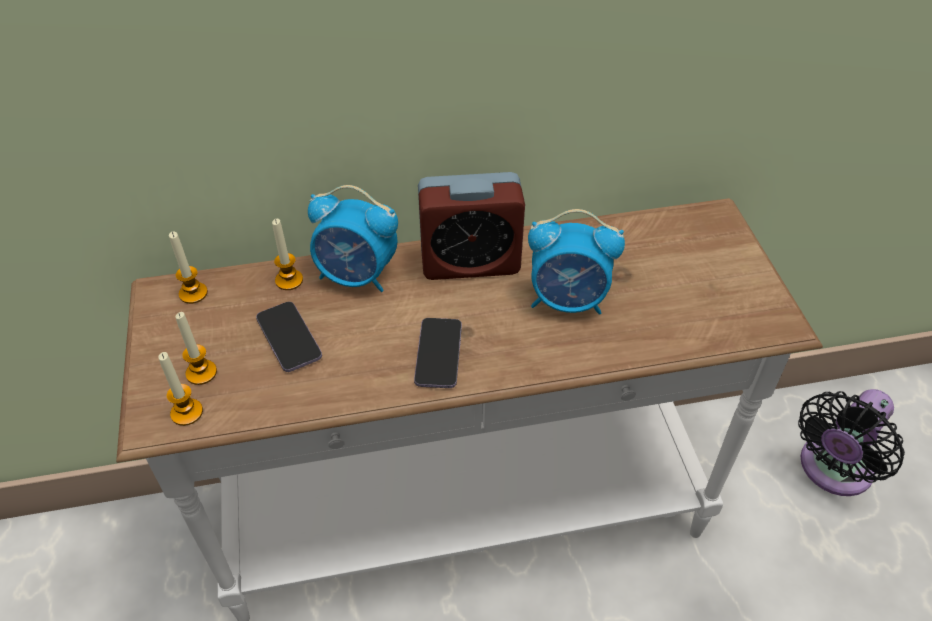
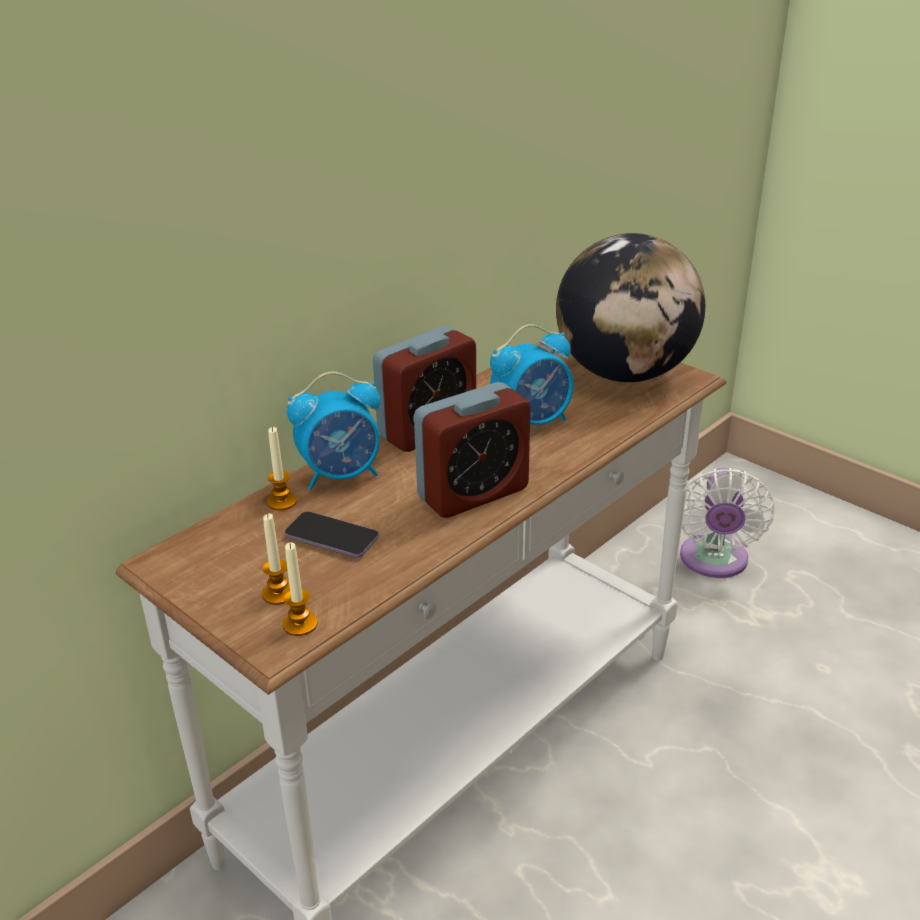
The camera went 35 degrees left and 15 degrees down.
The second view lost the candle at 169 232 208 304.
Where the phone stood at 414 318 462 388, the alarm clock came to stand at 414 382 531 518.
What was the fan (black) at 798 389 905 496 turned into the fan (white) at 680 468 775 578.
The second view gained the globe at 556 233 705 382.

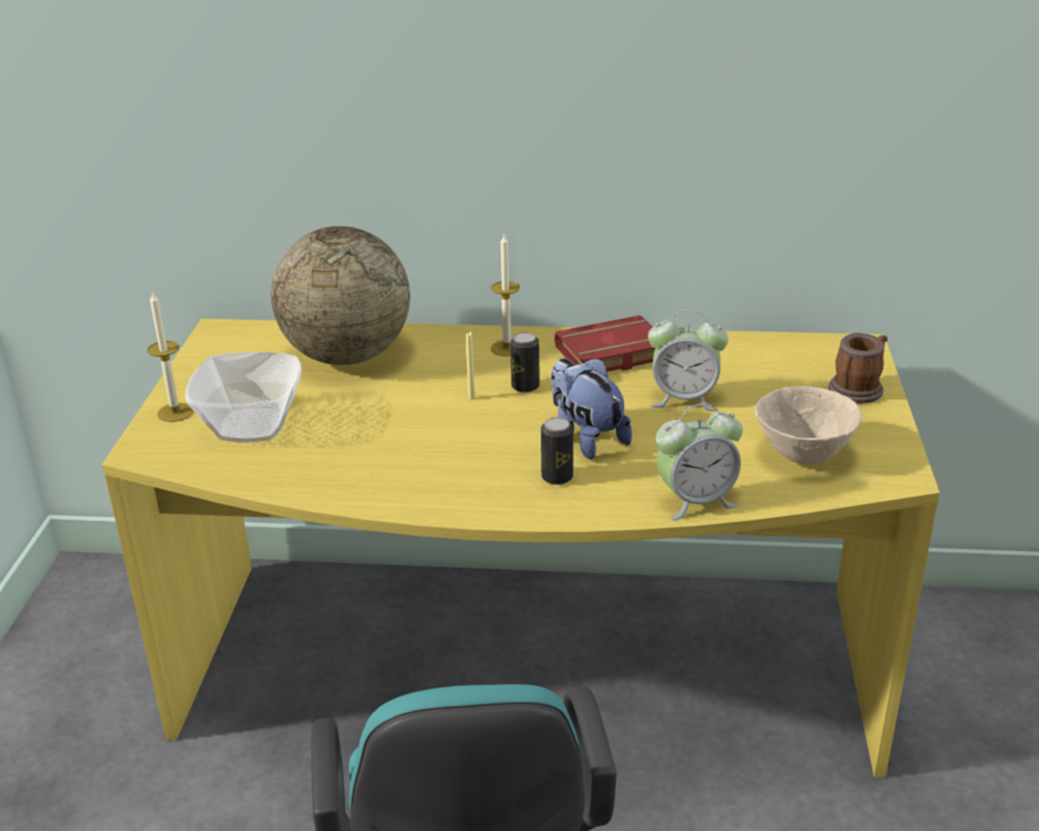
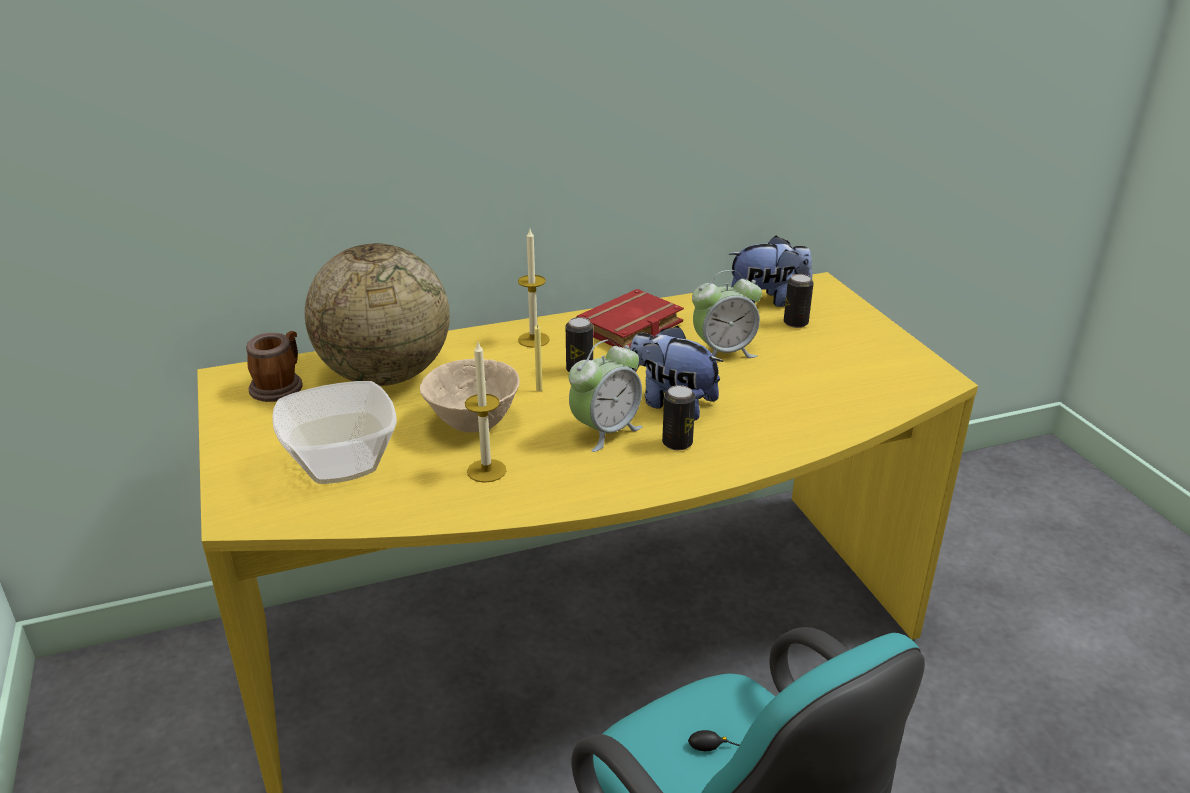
The camera went 25 degrees left and 0 degrees up.
The candle ended up elsewhere, having gone from 147 291 193 422 to 465 342 506 483.
The mug ended up elsewhere, having gone from 828 333 888 403 to 246 331 303 402.
The bowl (beige) ended up elsewhere, having gone from 755 386 862 464 to 420 359 520 433.
The alarm clock ended up elsewhere, having gone from 656 403 743 520 to 569 340 643 452.
The second view gained the plush toy at 729 236 812 307.
The second view gained the can at 783 274 814 328.

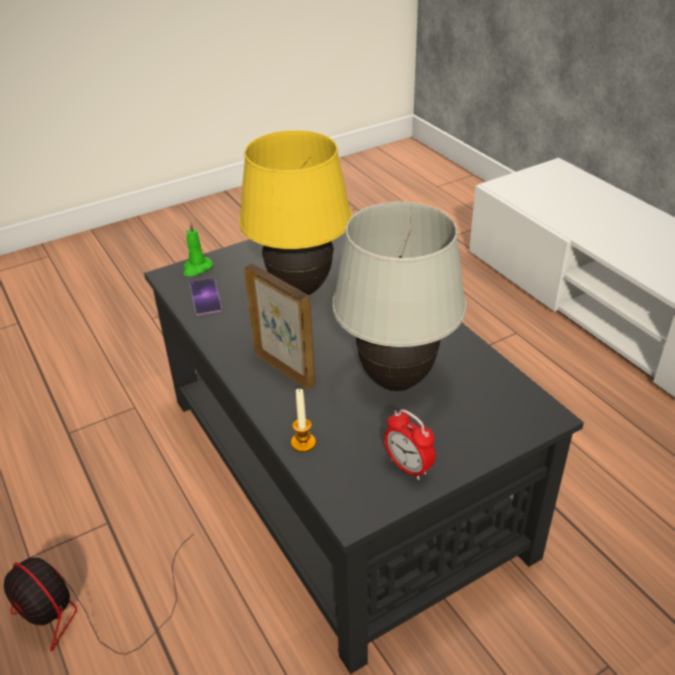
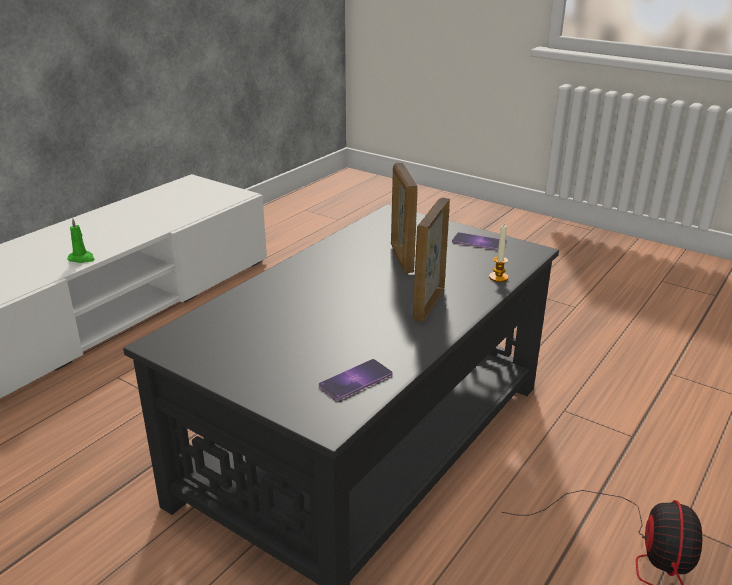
The camera went 115 degrees left and 10 degrees down.
The second view lost the table lamp (yellow) at 239 130 352 295.
Where the table lamp (white) stood at 332 201 466 391, the picture frame came to stand at 391 163 418 273.
The candle (green) ended up elsewhere, having gone from 183 221 213 276 to 68 218 95 263.
Where the alarm clock stood at 384 409 436 480, the phone came to stand at 452 232 507 250.

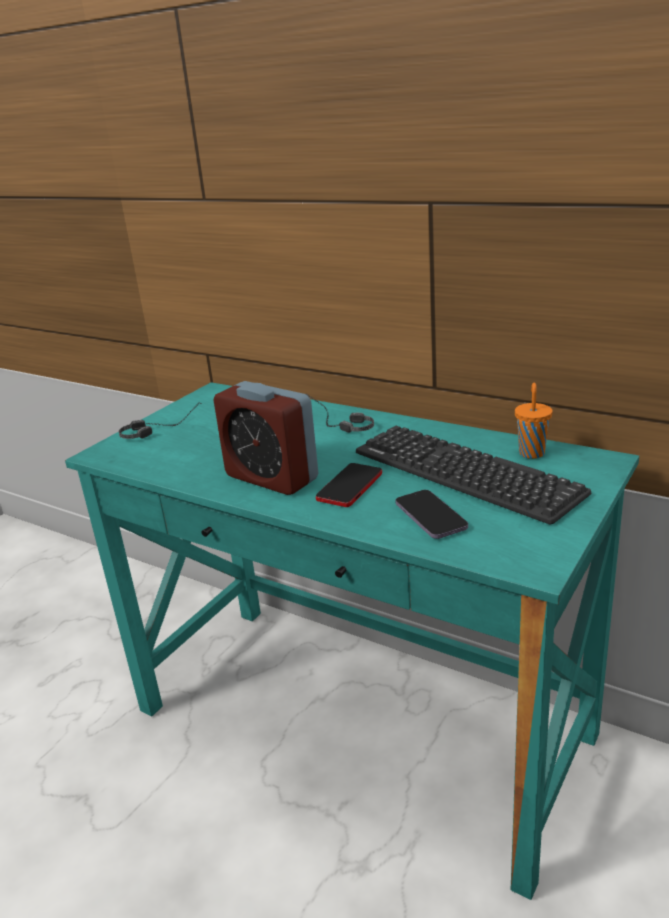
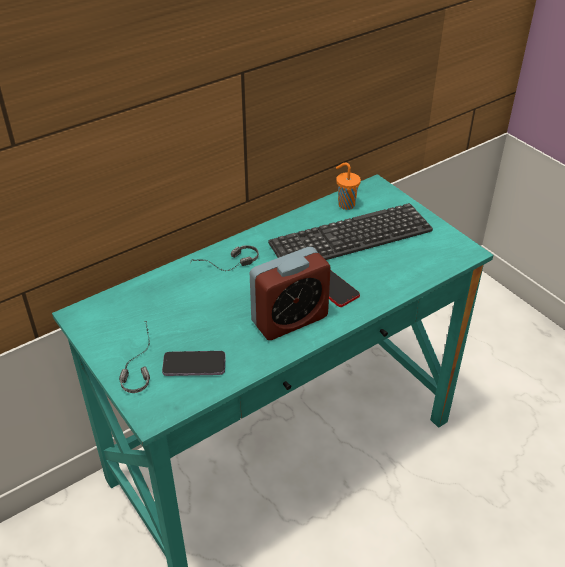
The camera went 70 degrees left and 15 degrees up.
The phone ended up elsewhere, having gone from 396 490 468 539 to 162 351 226 376.

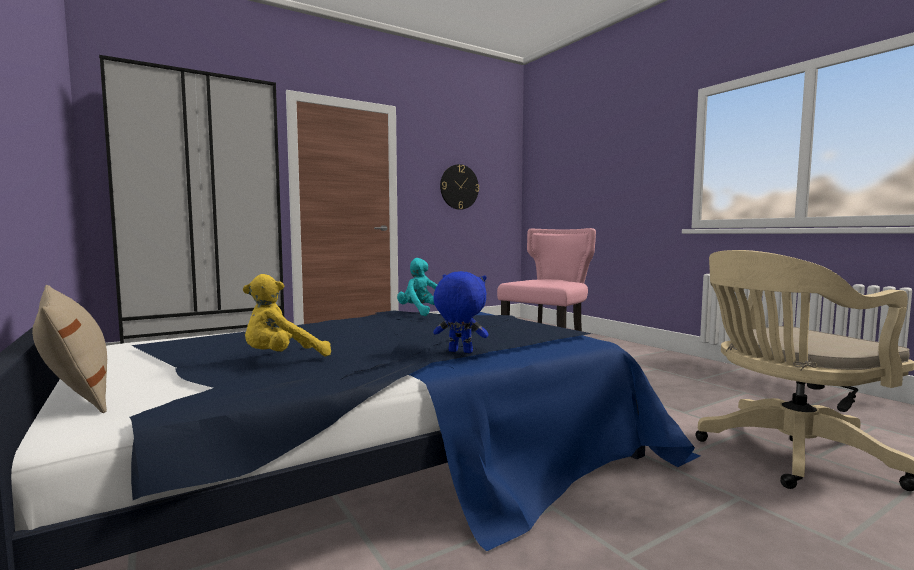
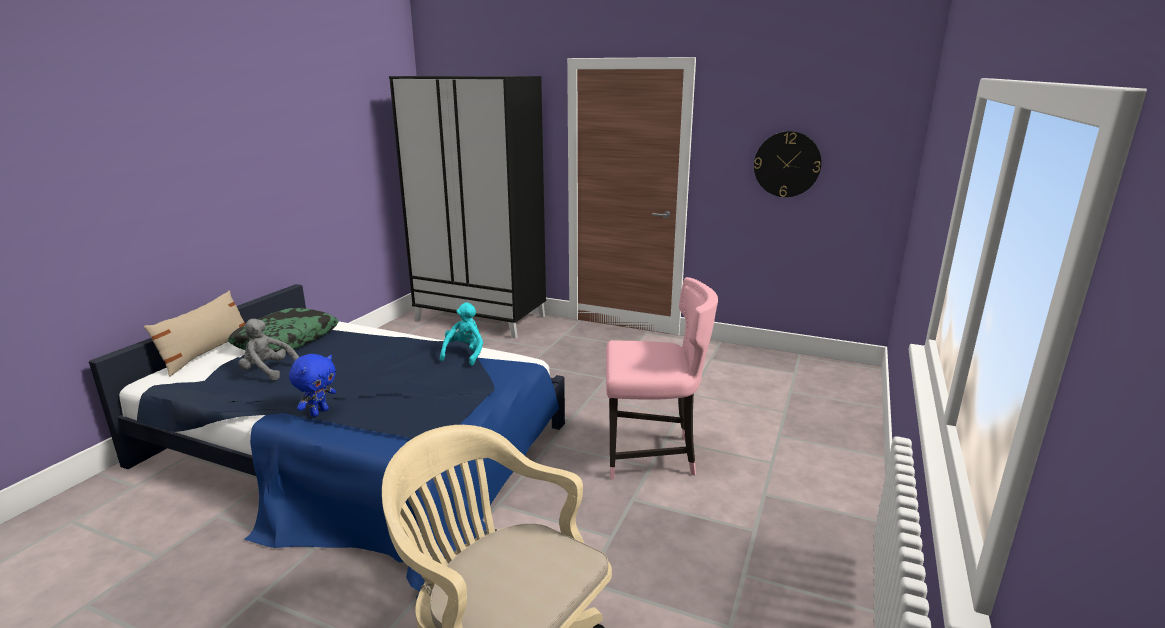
The camera went 55 degrees right and 15 degrees up.
The plush toy (blue) at 433 271 489 353 ended up facing another way, 45 degrees clockwise from before.
What was the plush toy (yellow) at 243 274 331 356 turned into the plush toy (grey) at 239 319 299 380.
The second view gained the pillow at 227 308 339 353.

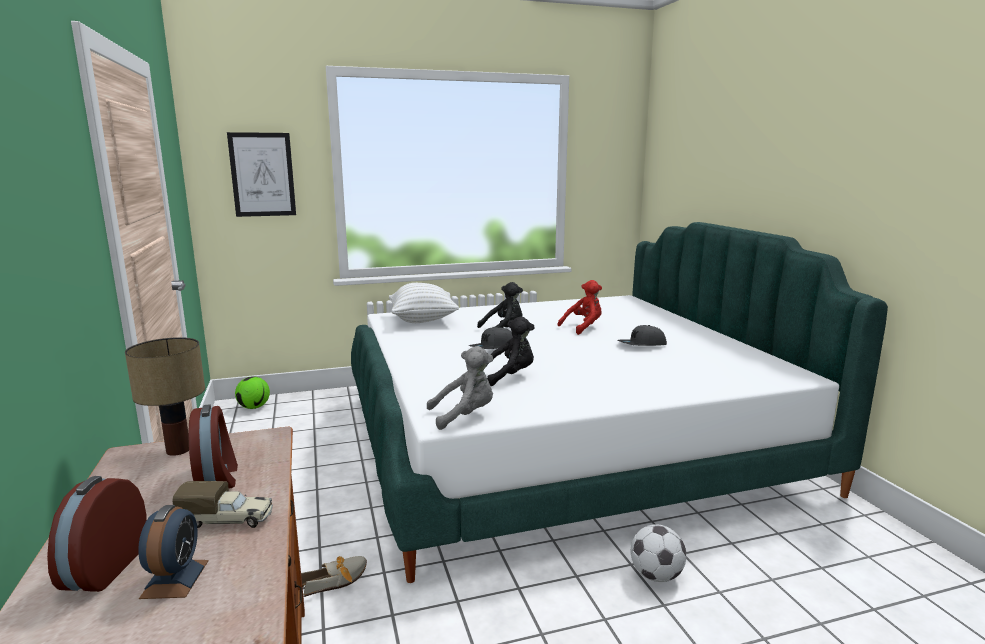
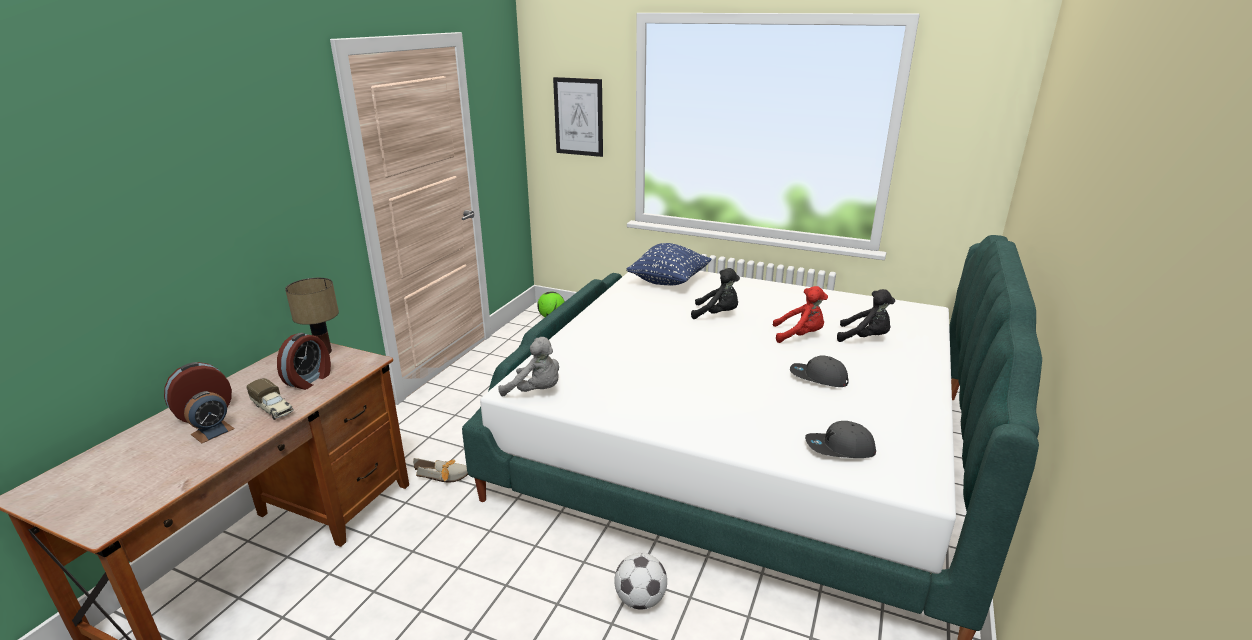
The camera went 40 degrees right and 10 degrees up.
What was the pillow (white) at 389 283 459 323 turned into the pillow (blue) at 626 243 711 285.
The plush toy (black) ended up elsewhere, having gone from 487 316 535 386 to 837 289 895 342.
The cap (grey) ended up elsewhere, having gone from 469 327 513 349 to 805 421 876 458.

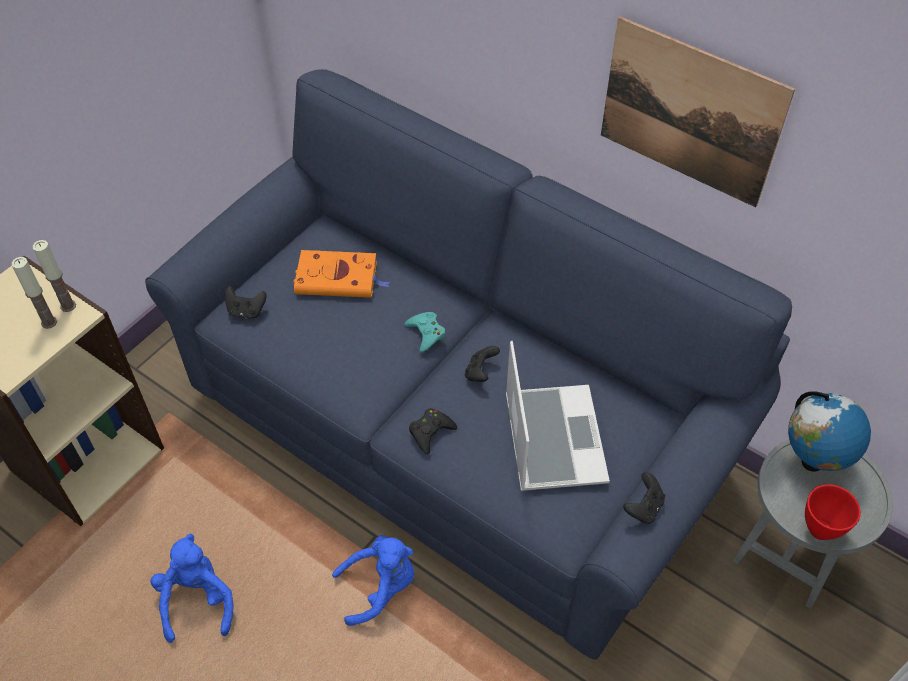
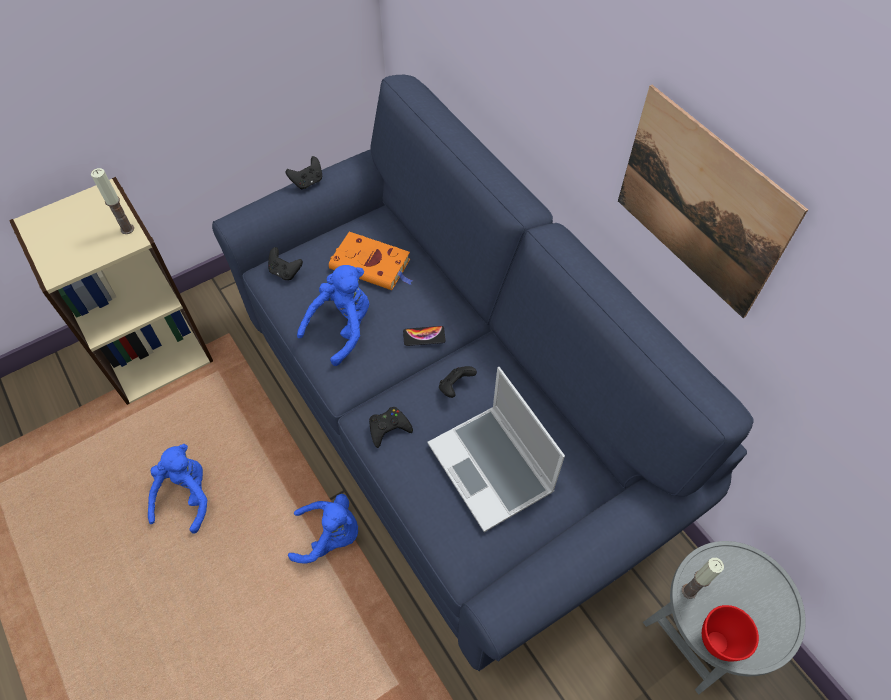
The camera went 20 degrees right and 5 degrees up.
The candle ended up elsewhere, having gone from 12 257 57 329 to 682 558 724 599.
Where the game controller (turquoise) stood at 404 312 446 352, the phone came to stand at 403 326 446 346.
The laptop at 506 341 610 491 ended up facing another way, 135 degrees clockwise from before.
The second view lost the globe at 788 391 871 472.
The game controller (black) ended up elsewhere, having gone from 623 472 665 524 to 286 156 322 190.
The second view gained the plush toy (blue) at 297 265 369 366.

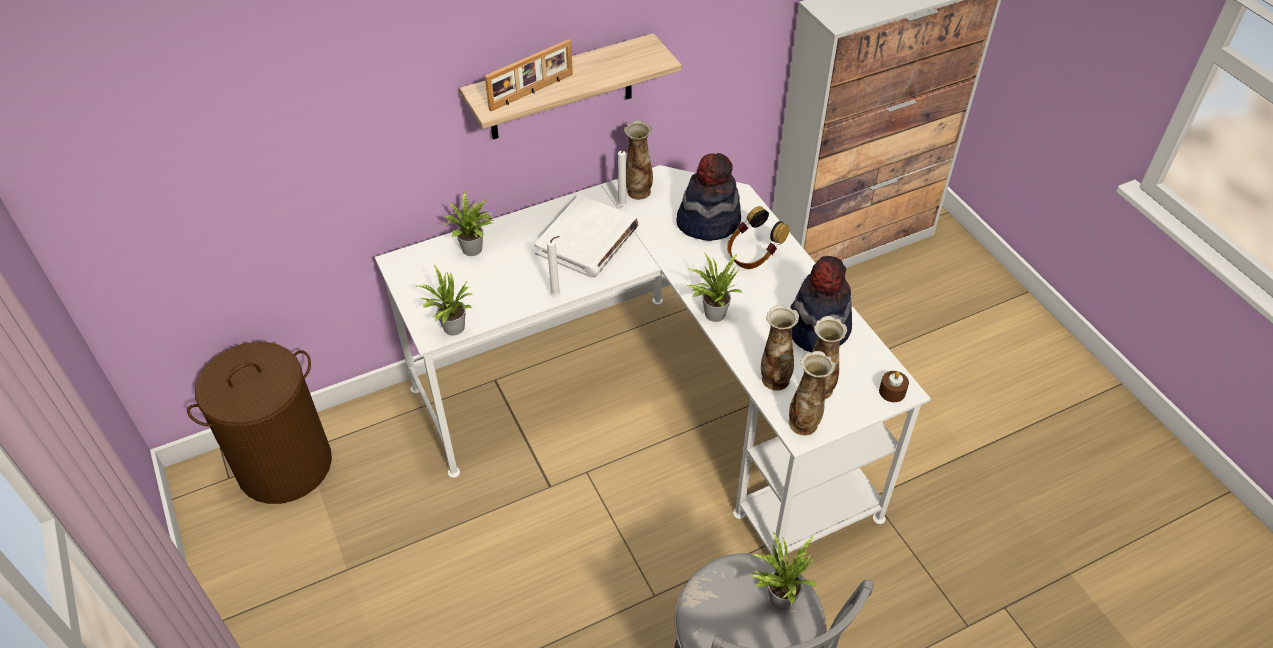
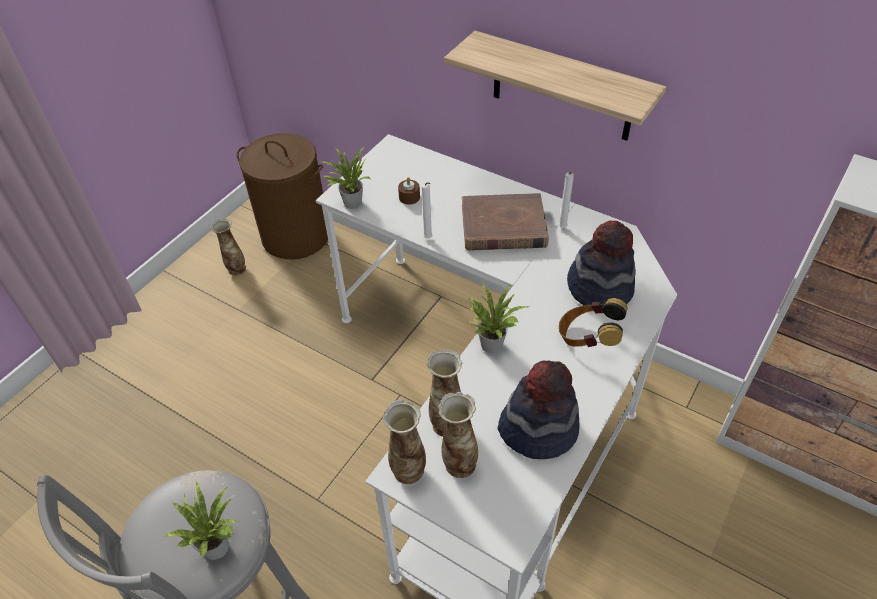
The camera went 60 degrees right and 0 degrees up.
The second view lost the picture frame at 485 39 573 111.
The vase ended up elsewhere, having gone from 624 120 653 200 to 211 219 246 276.
The second view lost the potted plant at 445 191 494 256.
What was the book (white) at 534 195 639 277 turned into the book (brown) at 462 193 548 251.
The candle (brown) ended up elsewhere, having gone from 879 371 909 402 to 398 177 420 205.

